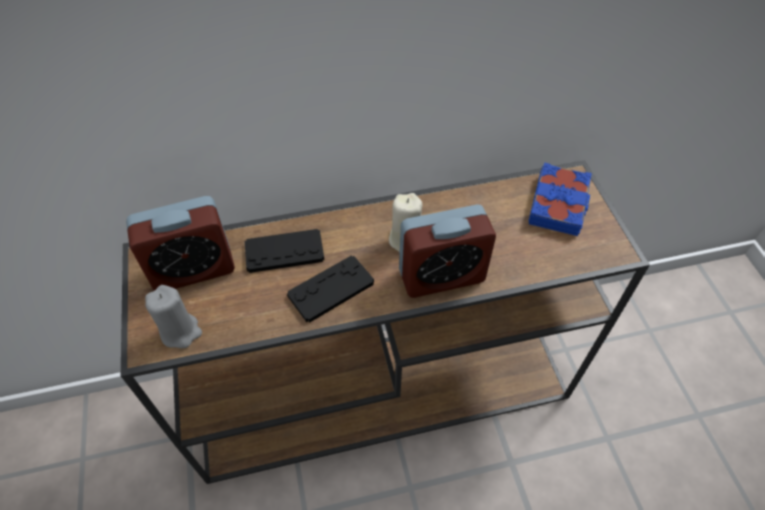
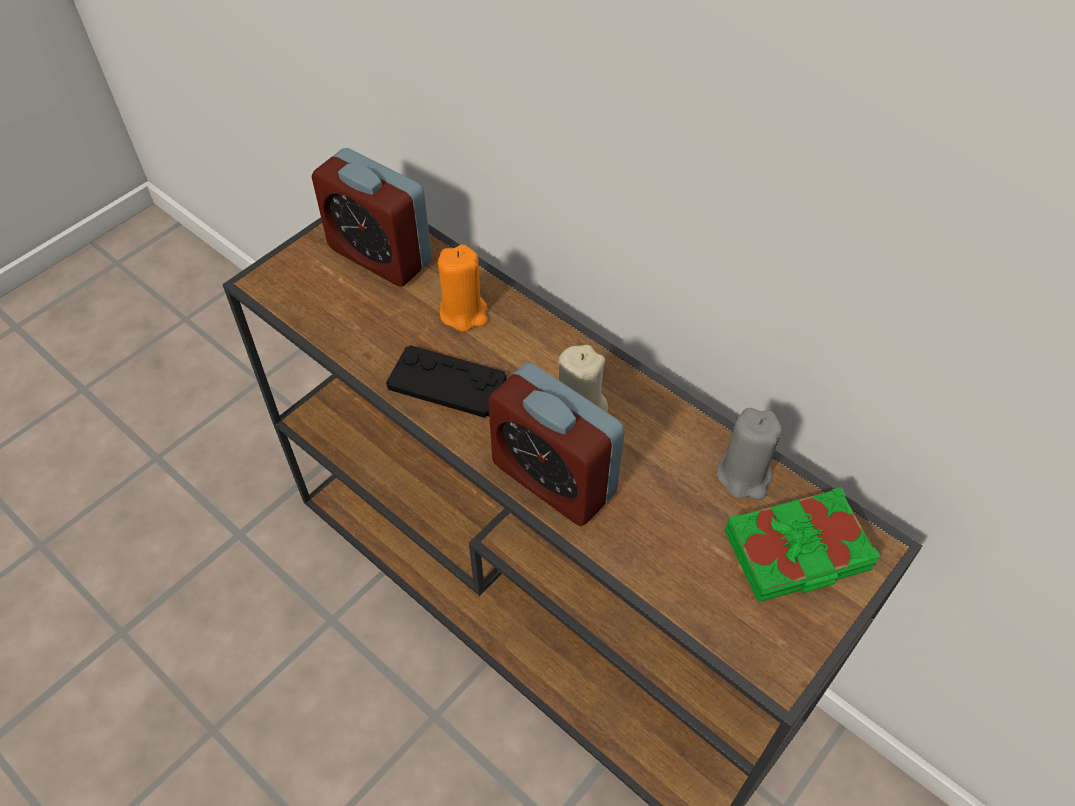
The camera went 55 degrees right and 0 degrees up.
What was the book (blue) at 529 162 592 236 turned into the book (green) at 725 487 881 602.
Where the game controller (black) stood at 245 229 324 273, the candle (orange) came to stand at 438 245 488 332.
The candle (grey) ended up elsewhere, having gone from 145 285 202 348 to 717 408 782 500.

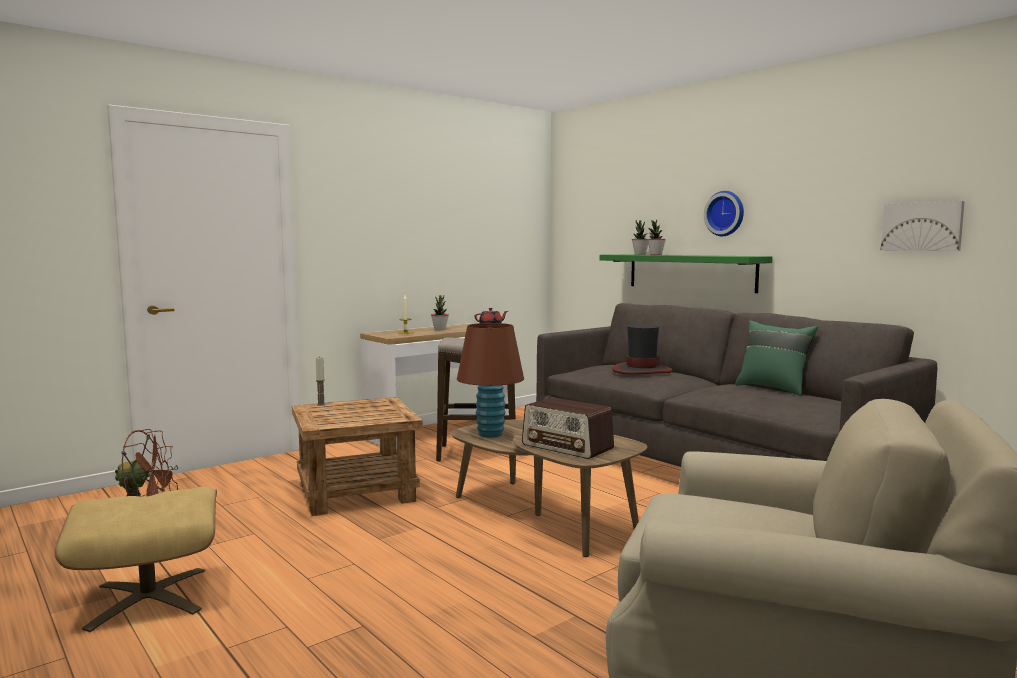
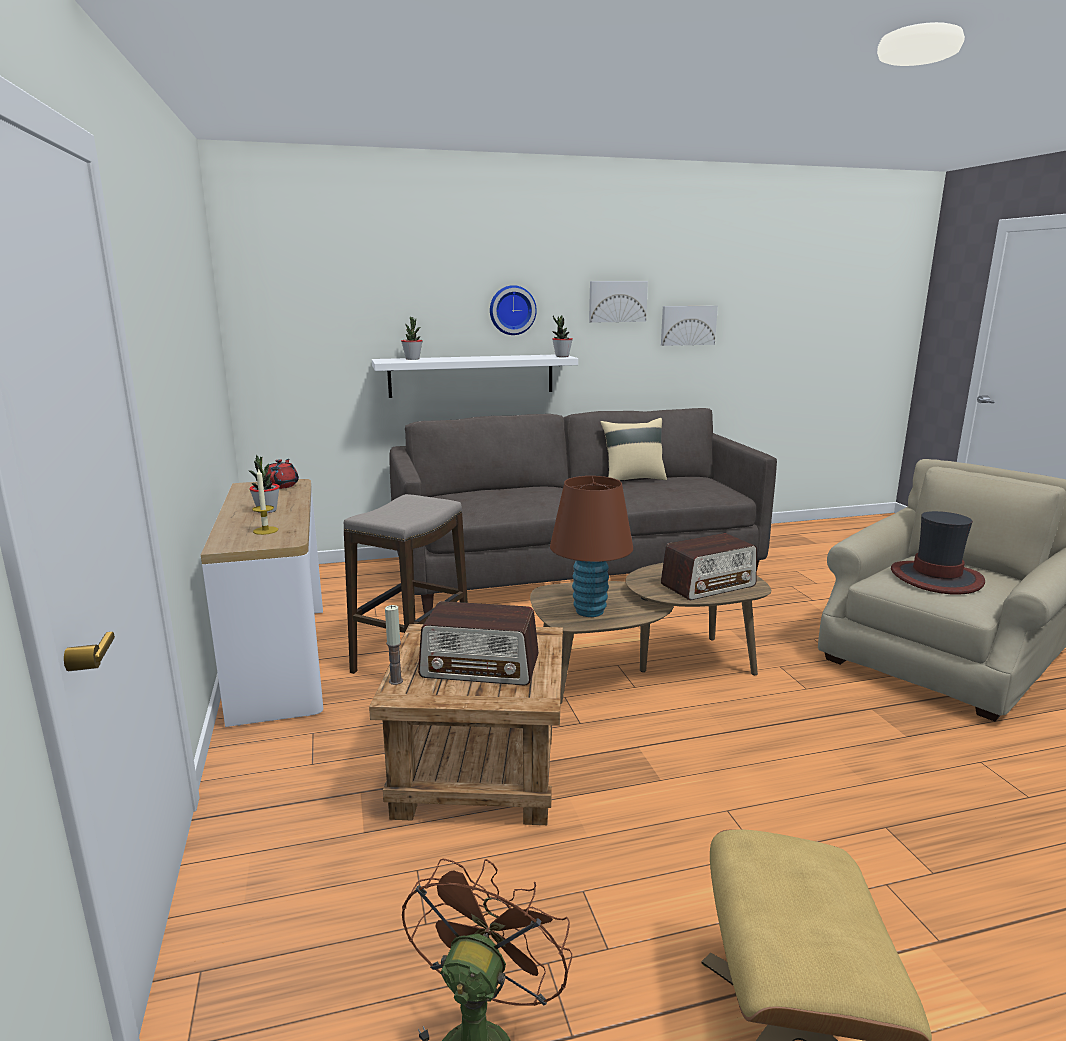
The camera went 65 degrees left and 10 degrees up.
The potted plant ended up elsewhere, having gone from 647 219 666 255 to 552 316 573 357.
What was the shelf (green) at 600 254 773 293 turned into the shelf (white) at 372 355 578 398.
What was the pillow (green) at 735 320 818 396 turned into the pillow (beige) at 600 418 667 481.
The hat ended up elsewhere, having gone from 612 324 672 375 to 891 511 985 595.
The second view gained the picture at 589 281 648 323.
The second view gained the radio at 418 601 539 686.

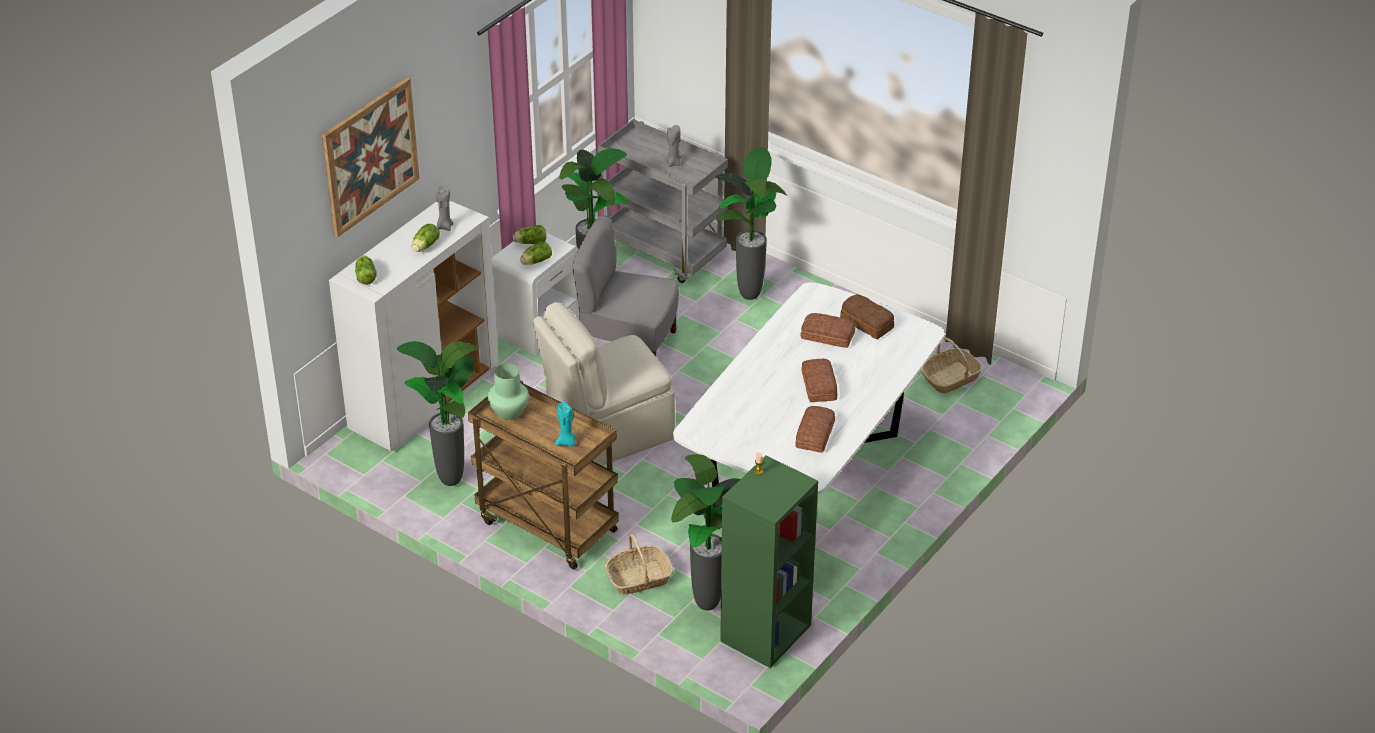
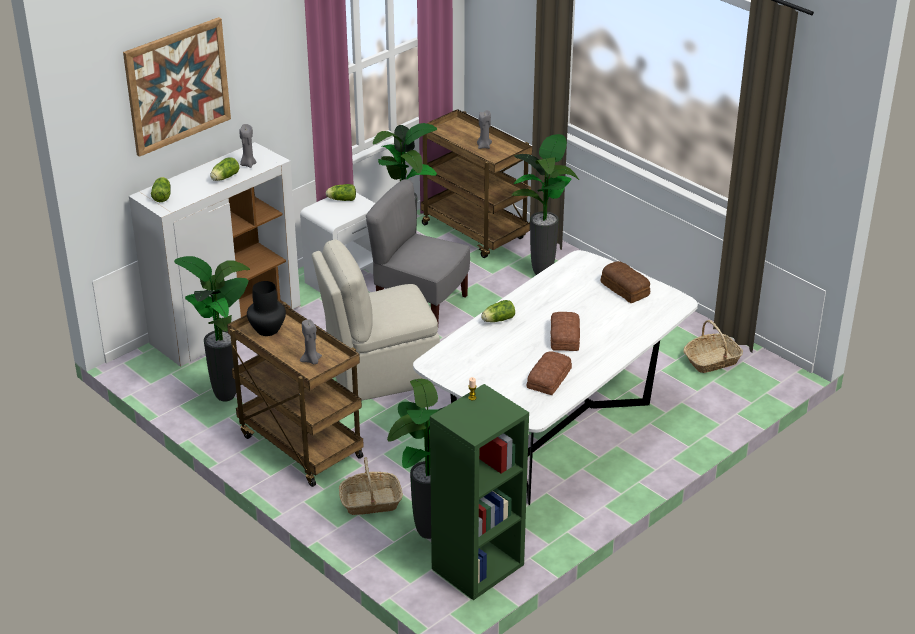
The camera went 10 degrees right and 5 degrees down.
What was the cart (grey) at 598 119 728 283 turned into the cart (brown) at 421 109 532 258.
The lettuce ended up elsewhere, having gone from 520 241 552 265 to 481 300 515 322.
The second view lost the bread at 801 313 855 348.
What was the vase (green) at 488 363 529 420 turned into the vase (black) at 247 281 286 336.
What was the candle (turquoise) at 555 402 576 447 turned into the candle (grey) at 300 319 322 364.

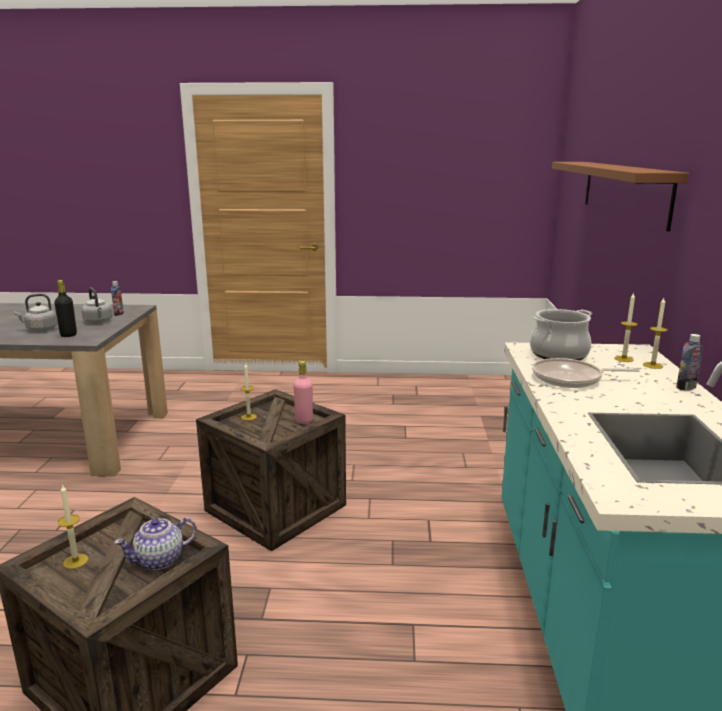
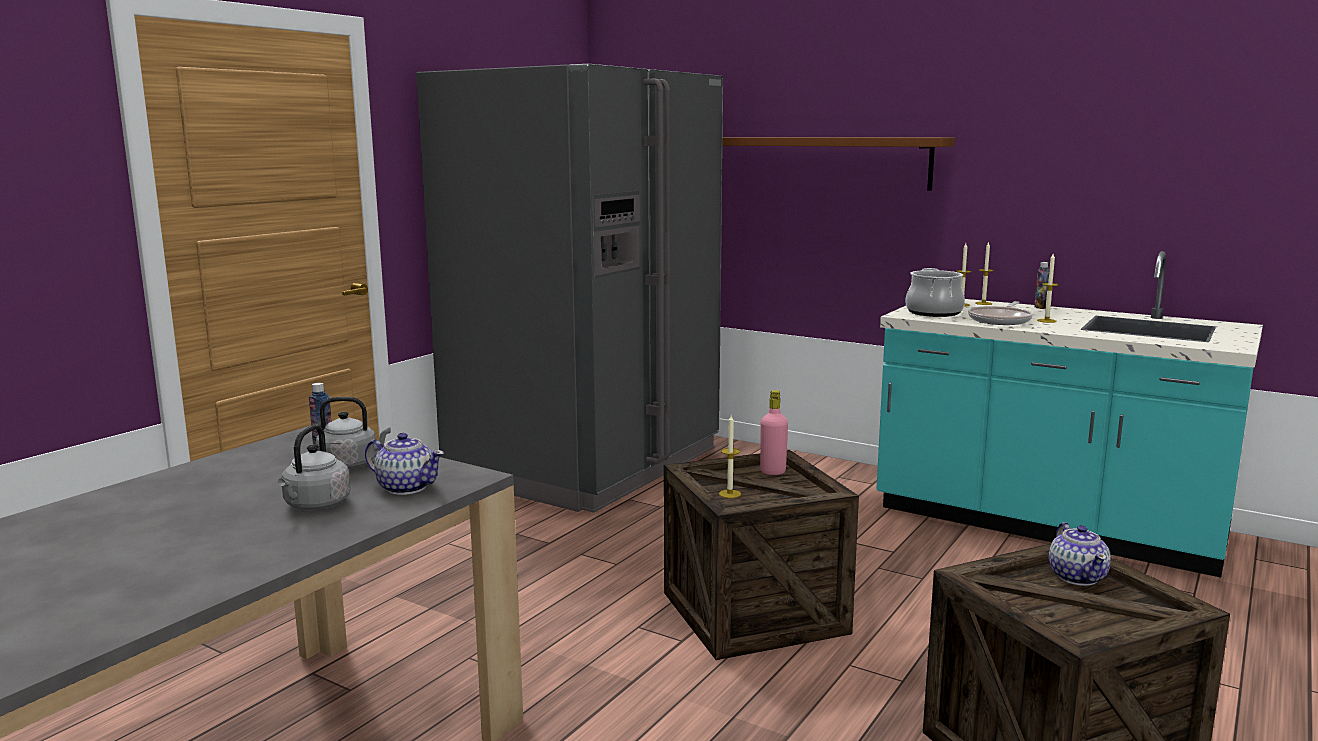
The camera went 60 degrees left and 5 degrees down.
Where the bottle (black) stood at 54 280 77 337, the teapot came to stand at 365 433 444 495.
The candle ended up elsewhere, having gone from 58 484 88 569 to 1037 254 1059 323.
The second view gained the fridge (grey) at 416 64 723 513.

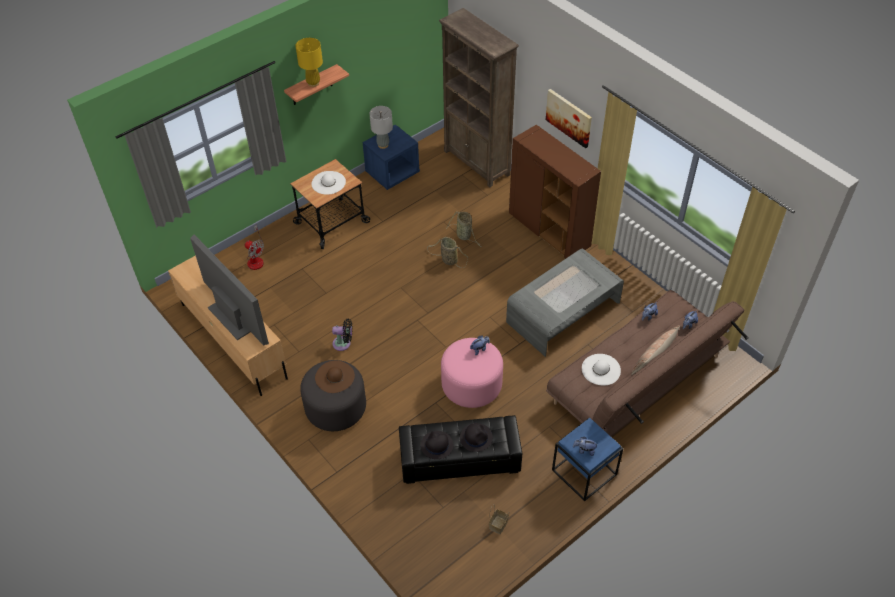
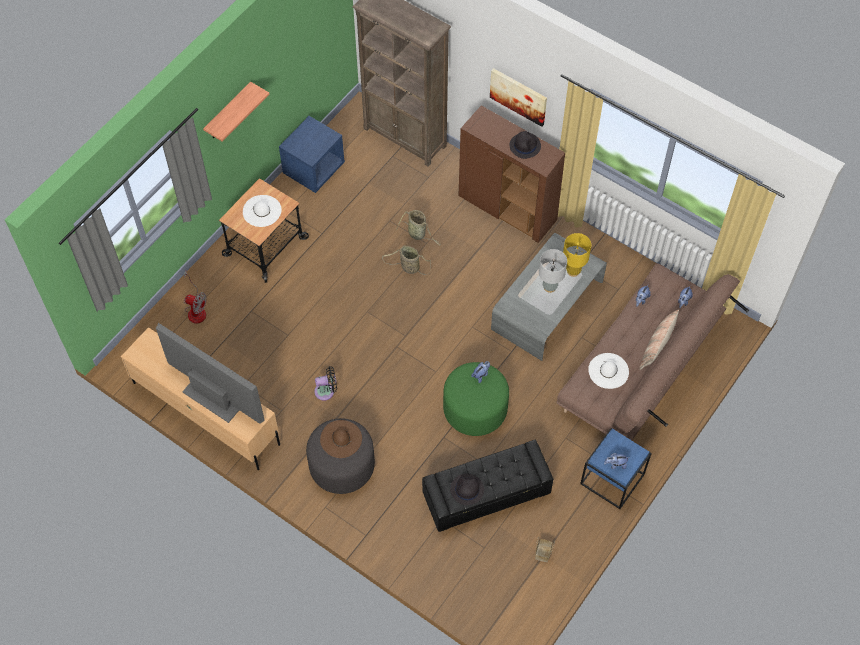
The camera went 15 degrees left and 10 degrees up.
The table lamp (yellow) ended up elsewhere, having gone from 296 38 323 87 to 563 233 591 277.
The table lamp (grey) ended up elsewhere, having gone from 369 106 393 149 to 539 249 567 293.
What was the ottoman (pink) at 441 338 503 408 turned into the ottoman (green) at 443 362 509 436.
The hat (black) ended up elsewhere, having gone from 460 423 493 452 to 509 131 541 159.

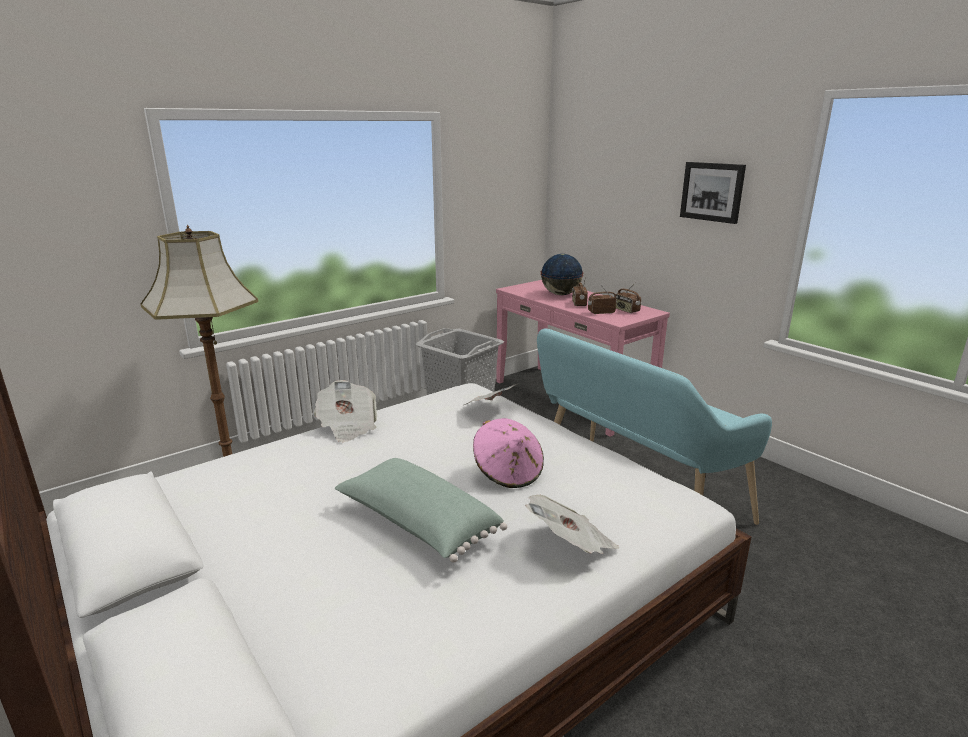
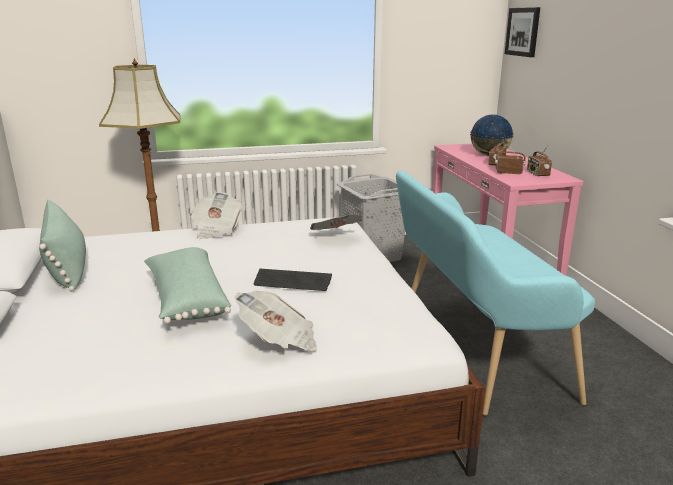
The camera went 25 degrees right and 0 degrees up.
The picture ended up elsewhere, having gone from 680 162 746 224 to 505 7 540 57.
Where the hat (pink) stood at 473 418 544 488, the keyboard came to stand at 254 269 332 291.
The second view gained the pillow (green) at 39 199 86 292.

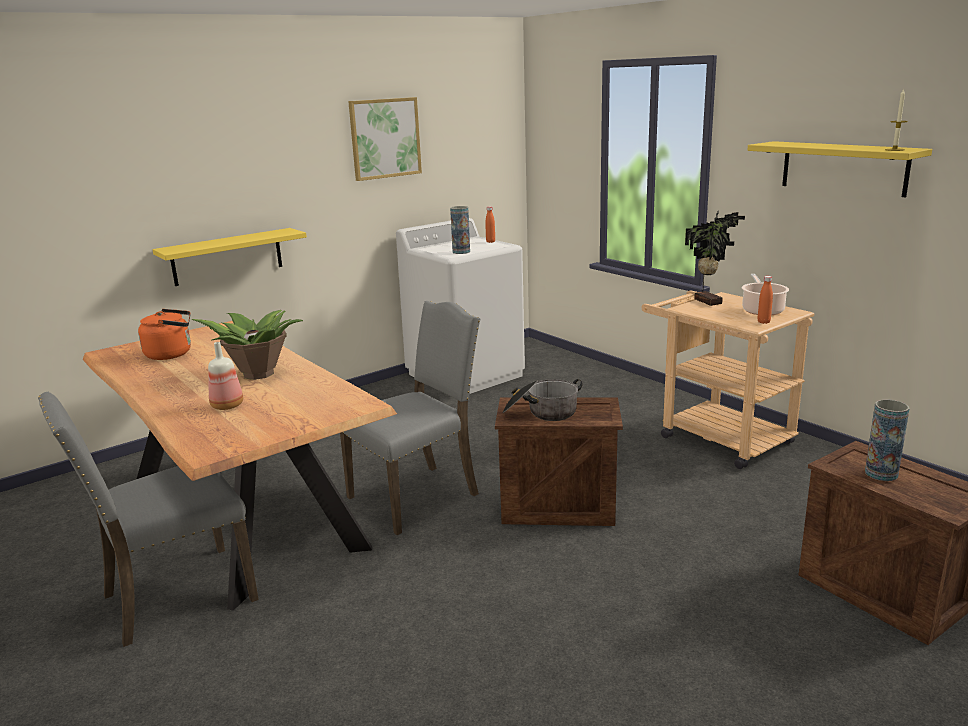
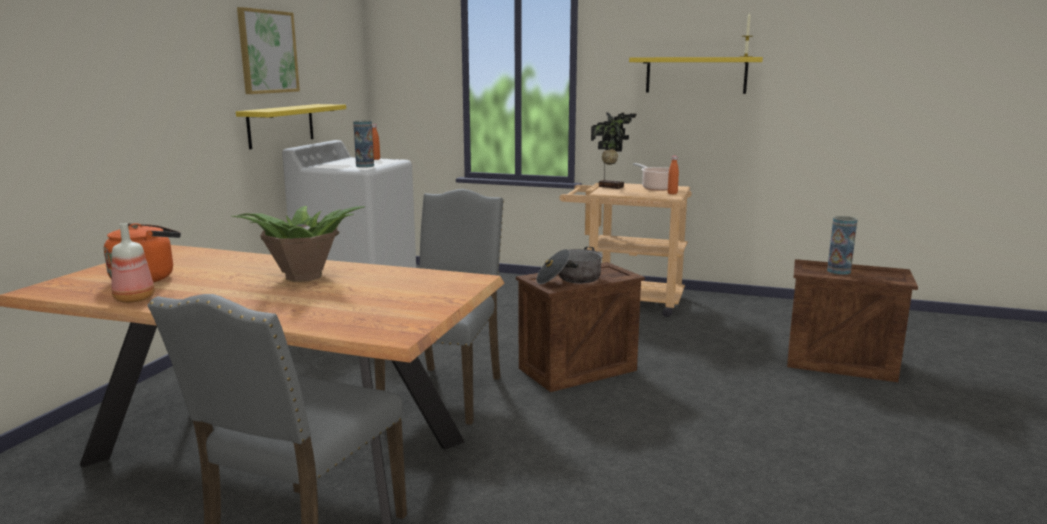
The camera went 35 degrees left and 5 degrees down.
The shelf (yellow) ended up elsewhere, having gone from 152 228 307 286 to 236 104 346 149.
The bottle ended up elsewhere, having gone from 208 342 243 410 to 111 223 155 303.

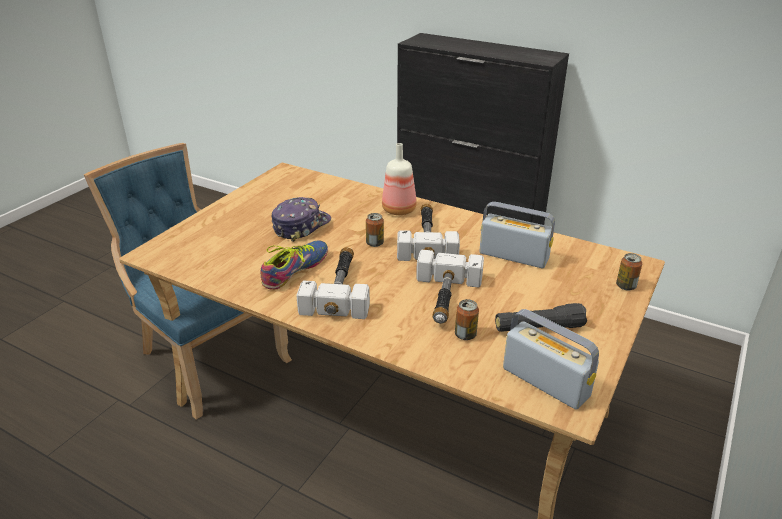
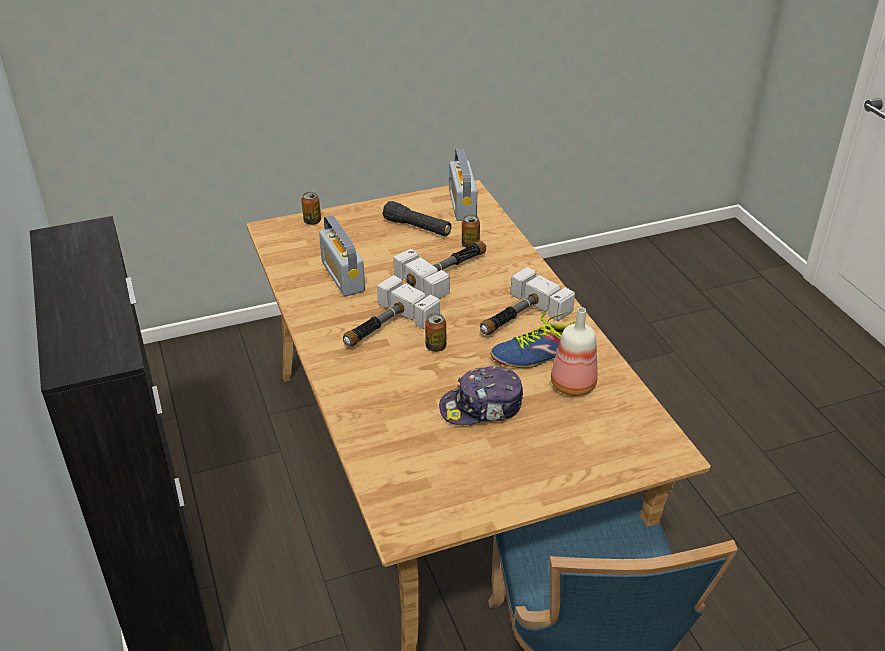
The camera went 140 degrees left and 5 degrees up.
The bottle ended up elsewhere, having gone from 382 143 417 215 to 551 307 598 396.

